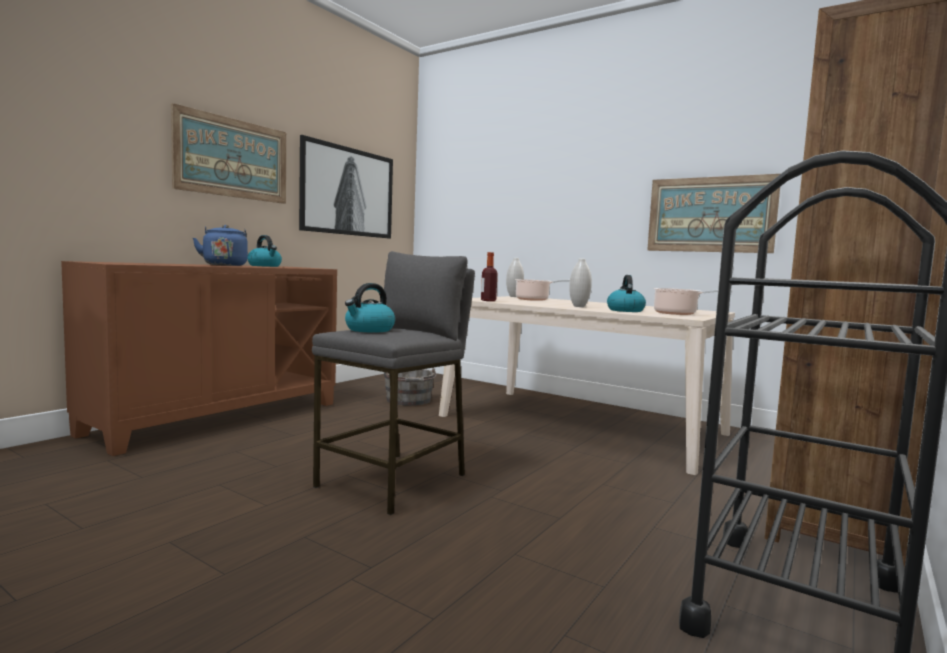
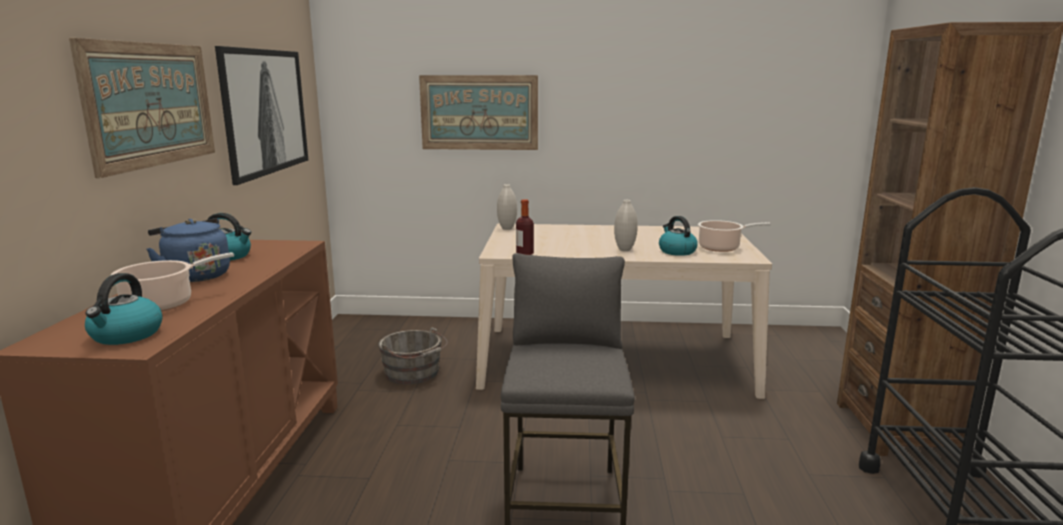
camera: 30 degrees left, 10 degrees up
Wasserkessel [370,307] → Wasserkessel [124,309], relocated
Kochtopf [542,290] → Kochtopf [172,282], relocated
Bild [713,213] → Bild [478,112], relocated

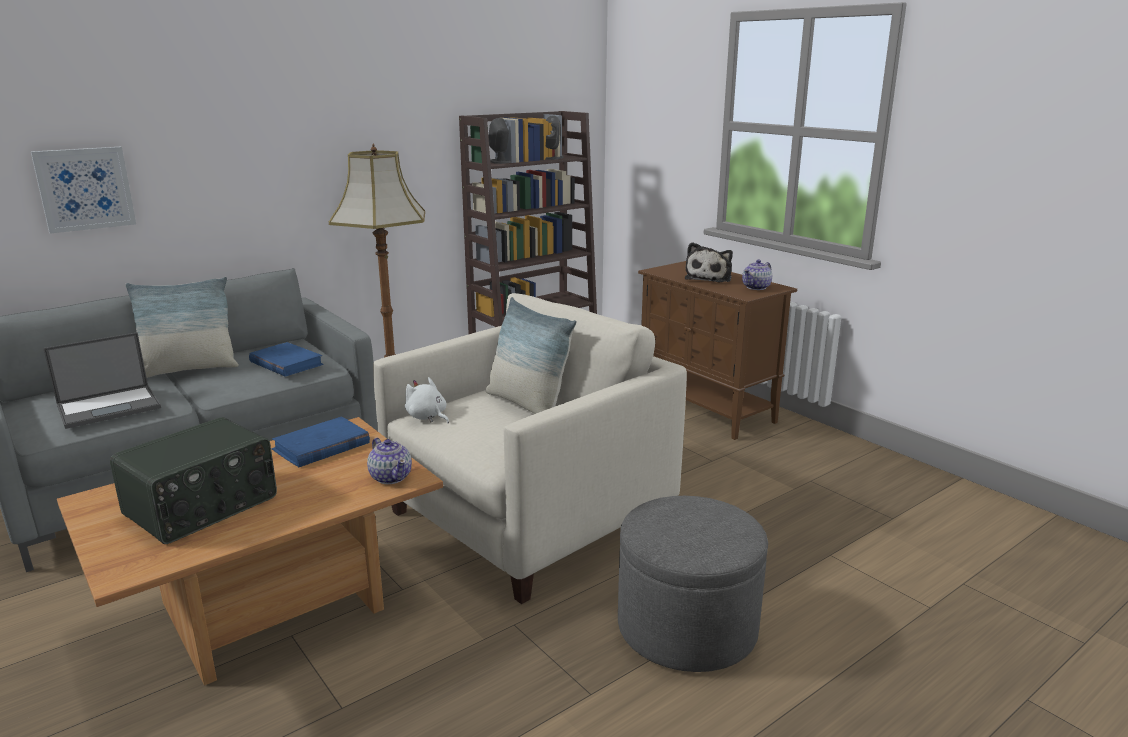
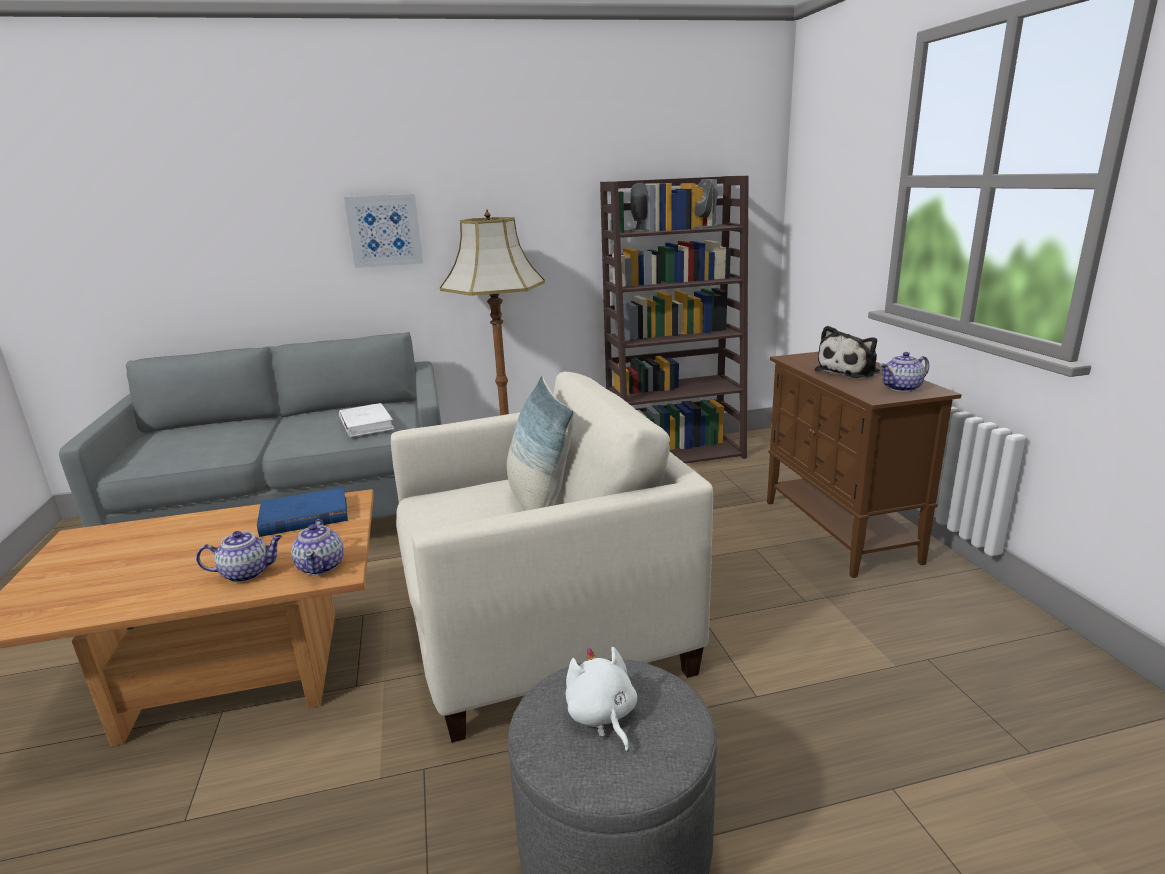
camera: 25 degrees right, 0 degrees up
- → Teekanne [239,557]
Buch (blau) [286,359] → Buch (weiß) [366,420]
Bild [83,190] → Bild [383,231], relocated
Plüschtier (weiß) [427,400] → Plüschtier (weiß) [601,699], relocated
Laptop [102,380] → -
Radio [193,480] → -
Kissen [182,327] → -

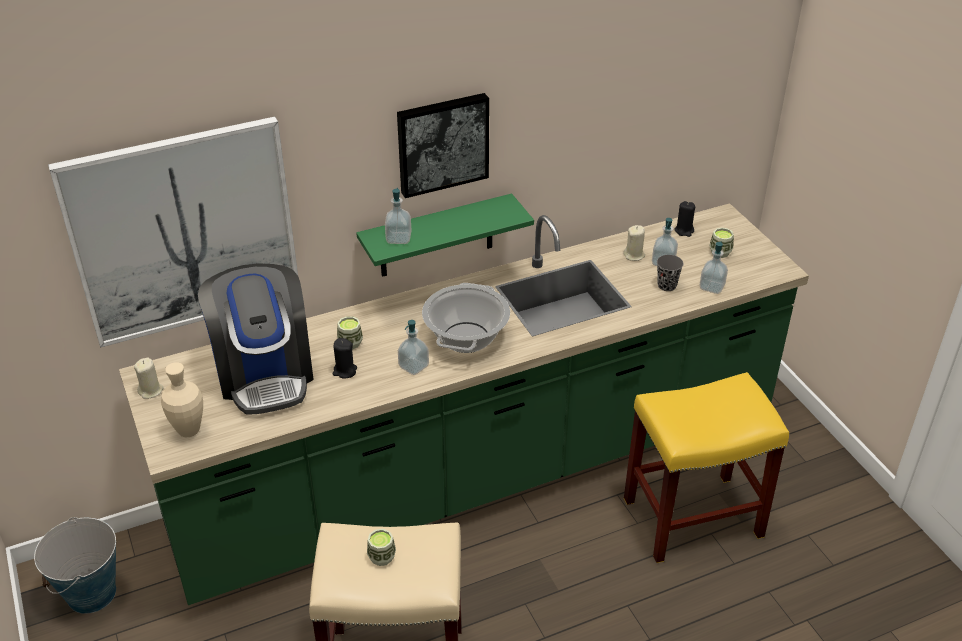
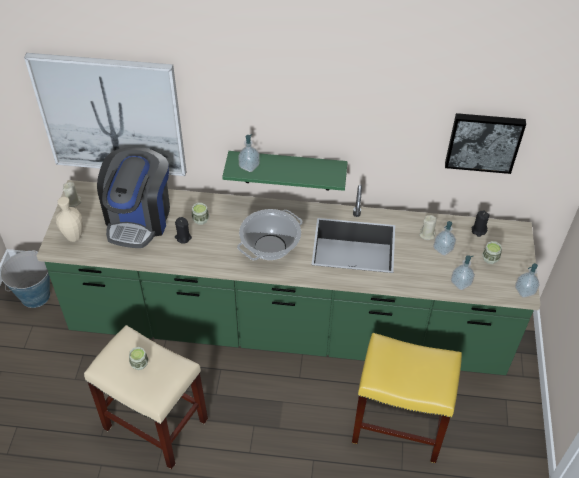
camera: 30 degrees right, 10 degrees up
Bild [443,145] → Bild [485,143], relocated
Seifenspender [413,347] → Seifenspender [527,280], relocated
Tasse (grau) [670,273] → -

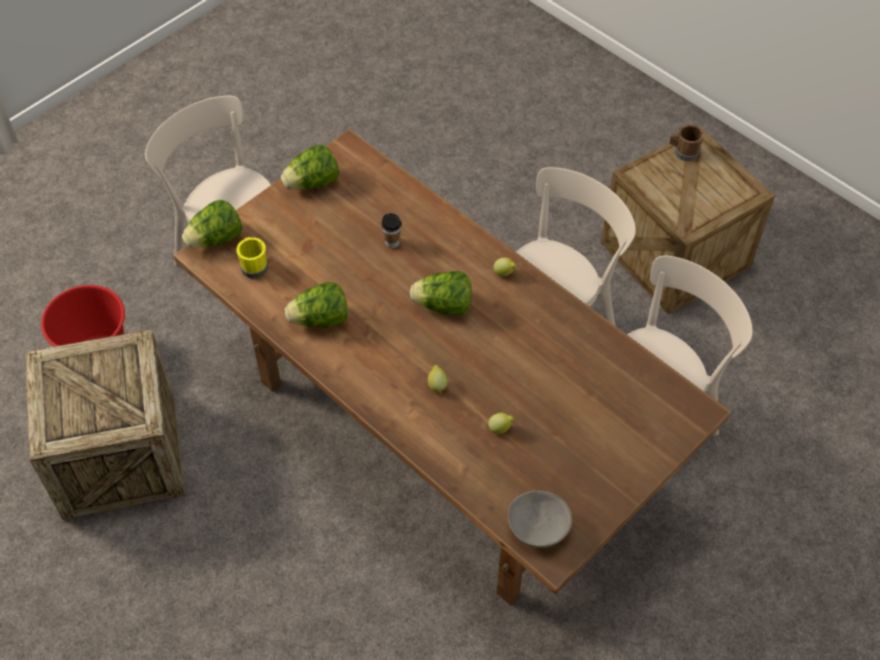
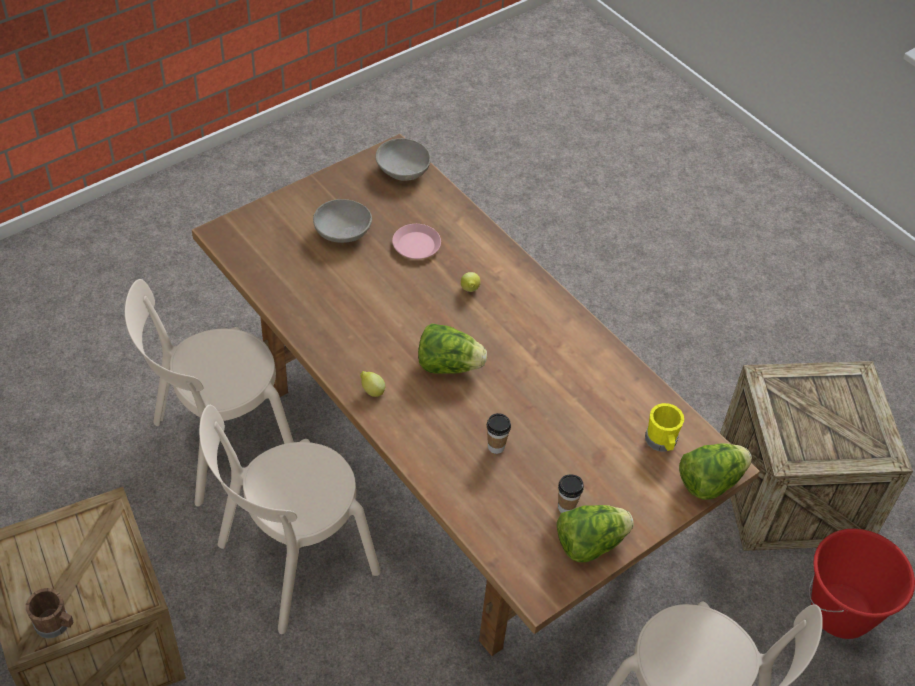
camera: 175 degrees left, 5 degrees down
- → Schüssel (grau) [342,221]
Zitrone [501,423] → Teller (rosa) [416,241]
- → Tasse [571,493]
Salatkopf [316,305] → -

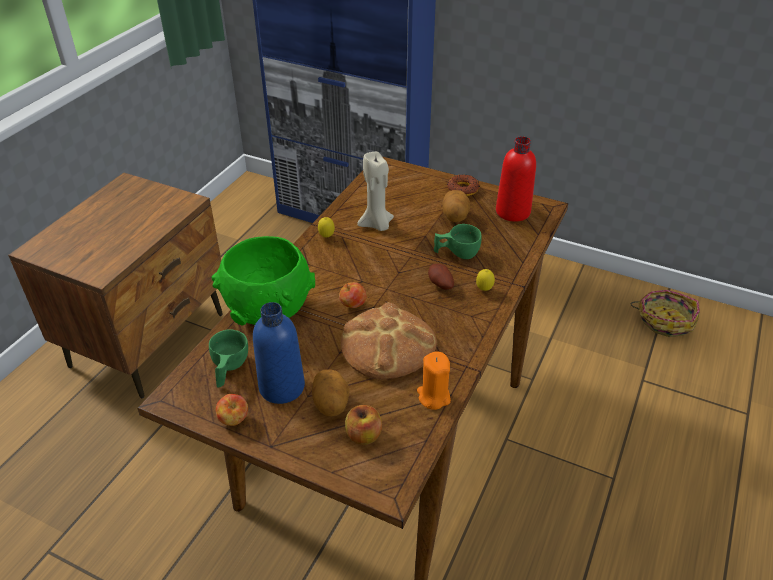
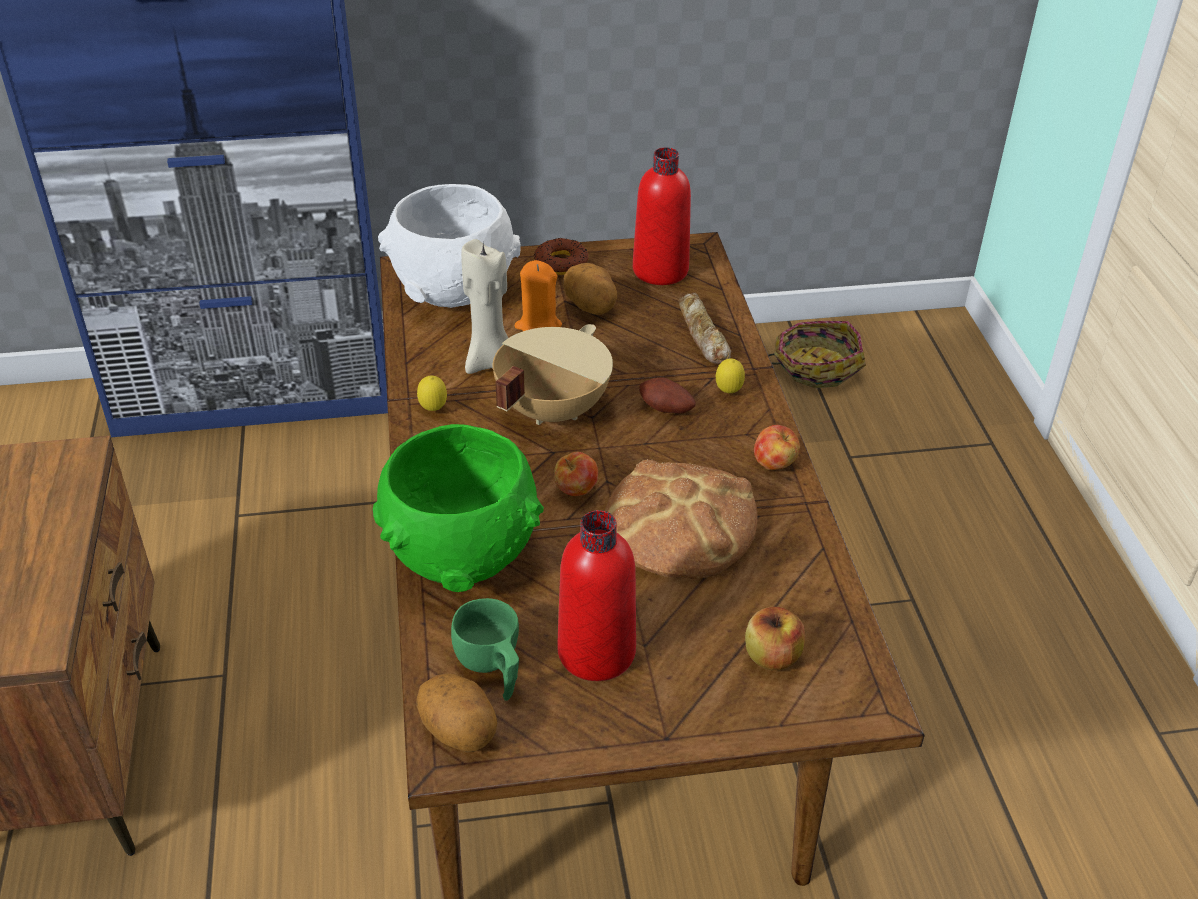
camera: 35 degrees left, 0 degrees up
- → Schüssel (weiß) [449,246]
Kartoffel [330,393] → Kartoffel [456,712], relocated
- → Kochtopf (beige) [553,374]
Kerze (orange) [434,381] → Kerze (orange) [538,295], relocated
Flasche (blau) [279,353] → Flasche (rot) [596,595]
- → Brot [705,328]
Apfel [232,410] → Apfel [777,447], relocated
Tasse (grün) [458,241] → -

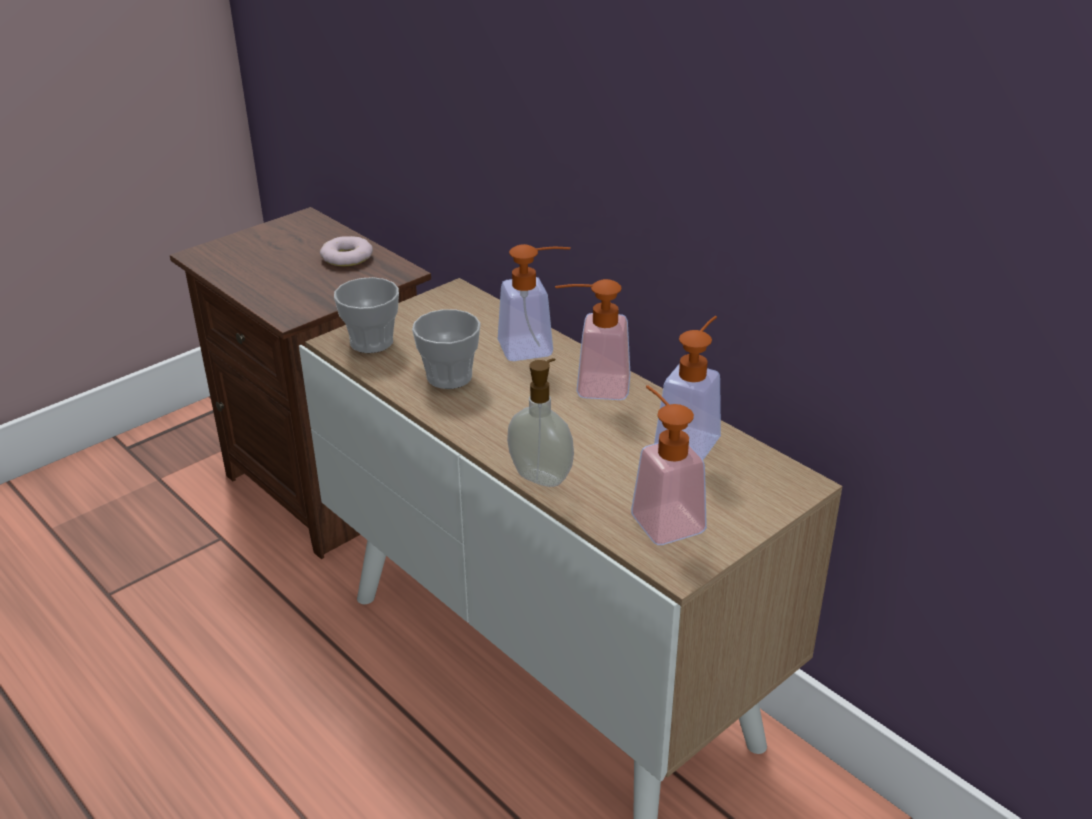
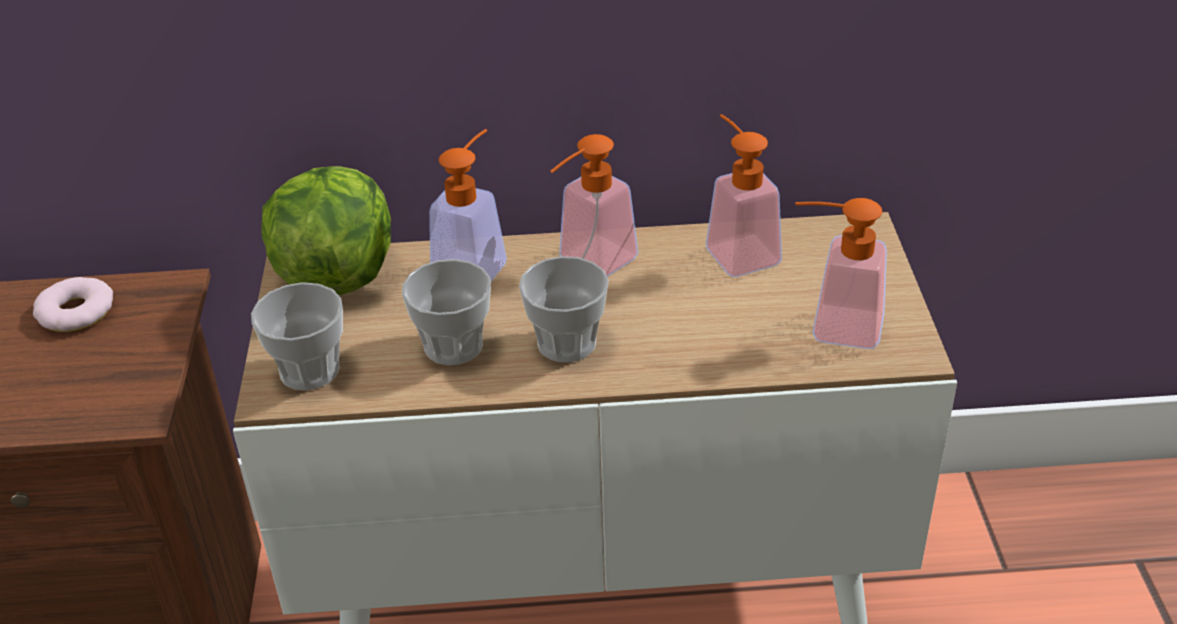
camera: 50 degrees left, 5 degrees up
- → Salatkopf [326,230]
- → Tasse [564,309]
Seifenspender [540,422] → -

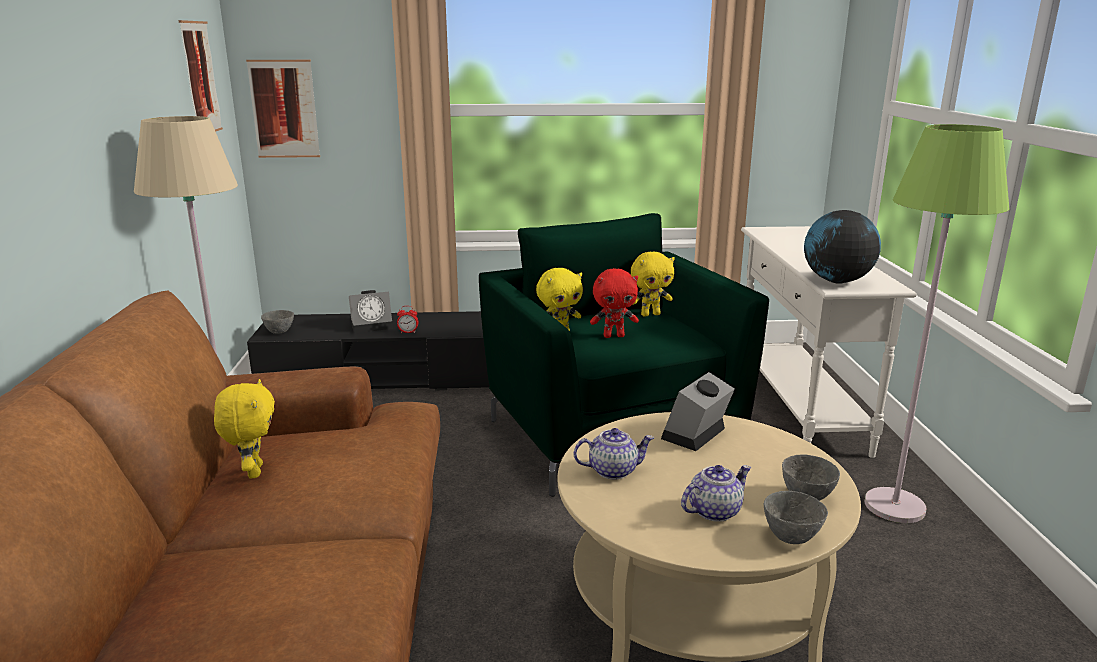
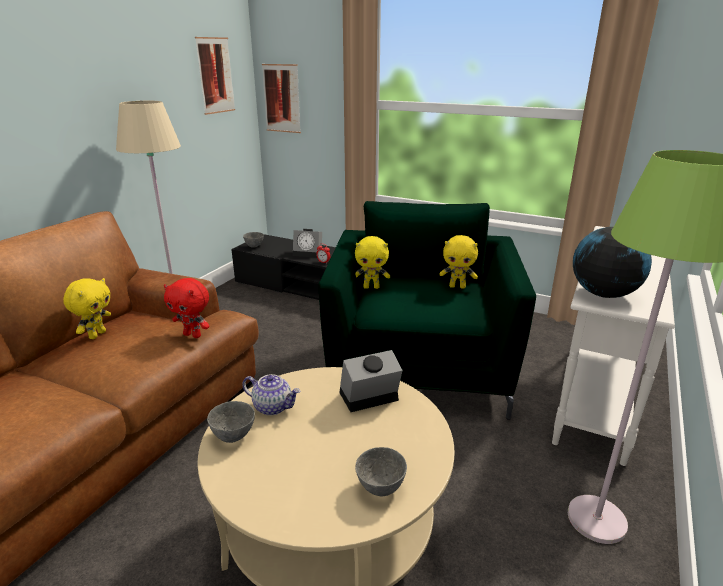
camera: 30 degrees right, 5 degrees up
Plüschtier (rot) [614,303] → Plüschtier (rot) [187,308], relocated
Schüssel (grau) [796,517] → Schüssel (grau) [231,422], relocated
Teekanne [716,493] → -

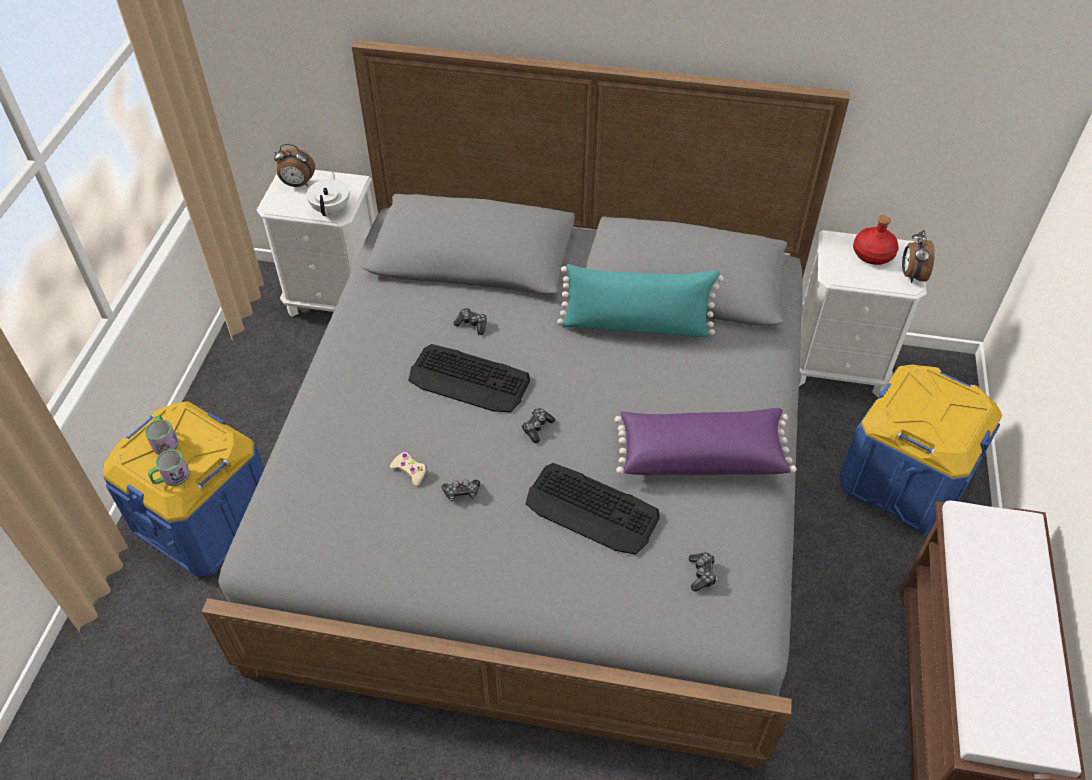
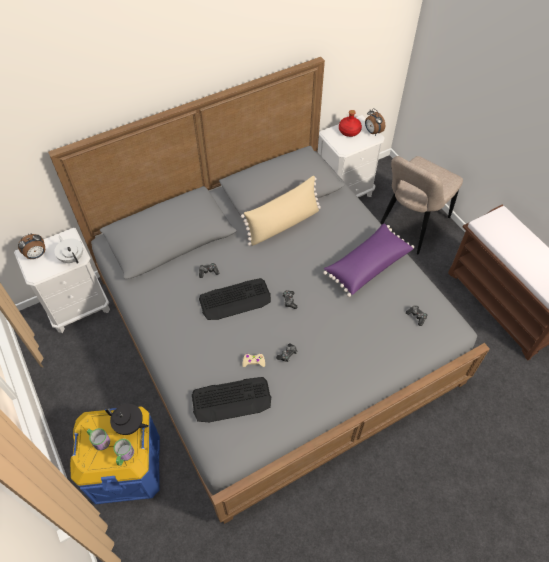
camera: 40 degrees left, 5 degrees up
- → Teekanne (schwarz) [127,419]
Tastatur [592,509] → Tastatur [231,400], relocated
Kissen (türkis) [640,301] → Kissen (beige) [281,211]
Aufbewahrungsbox (blau) [921,450] → Stuhl (beige) [421,205]

